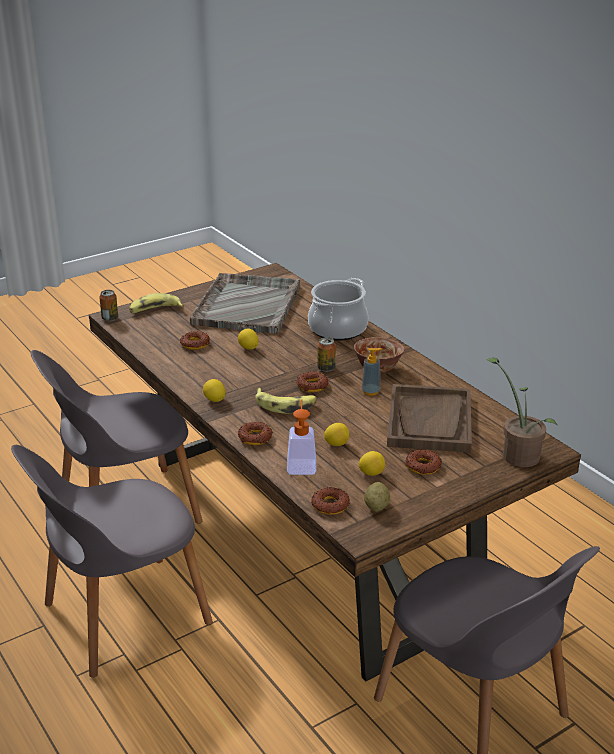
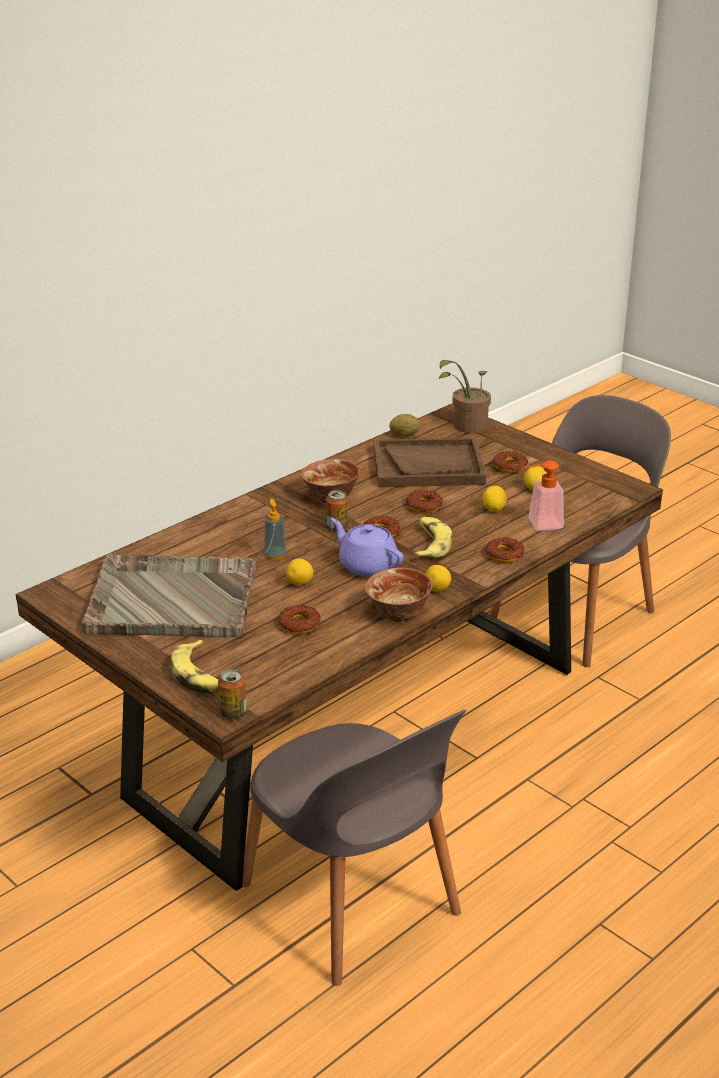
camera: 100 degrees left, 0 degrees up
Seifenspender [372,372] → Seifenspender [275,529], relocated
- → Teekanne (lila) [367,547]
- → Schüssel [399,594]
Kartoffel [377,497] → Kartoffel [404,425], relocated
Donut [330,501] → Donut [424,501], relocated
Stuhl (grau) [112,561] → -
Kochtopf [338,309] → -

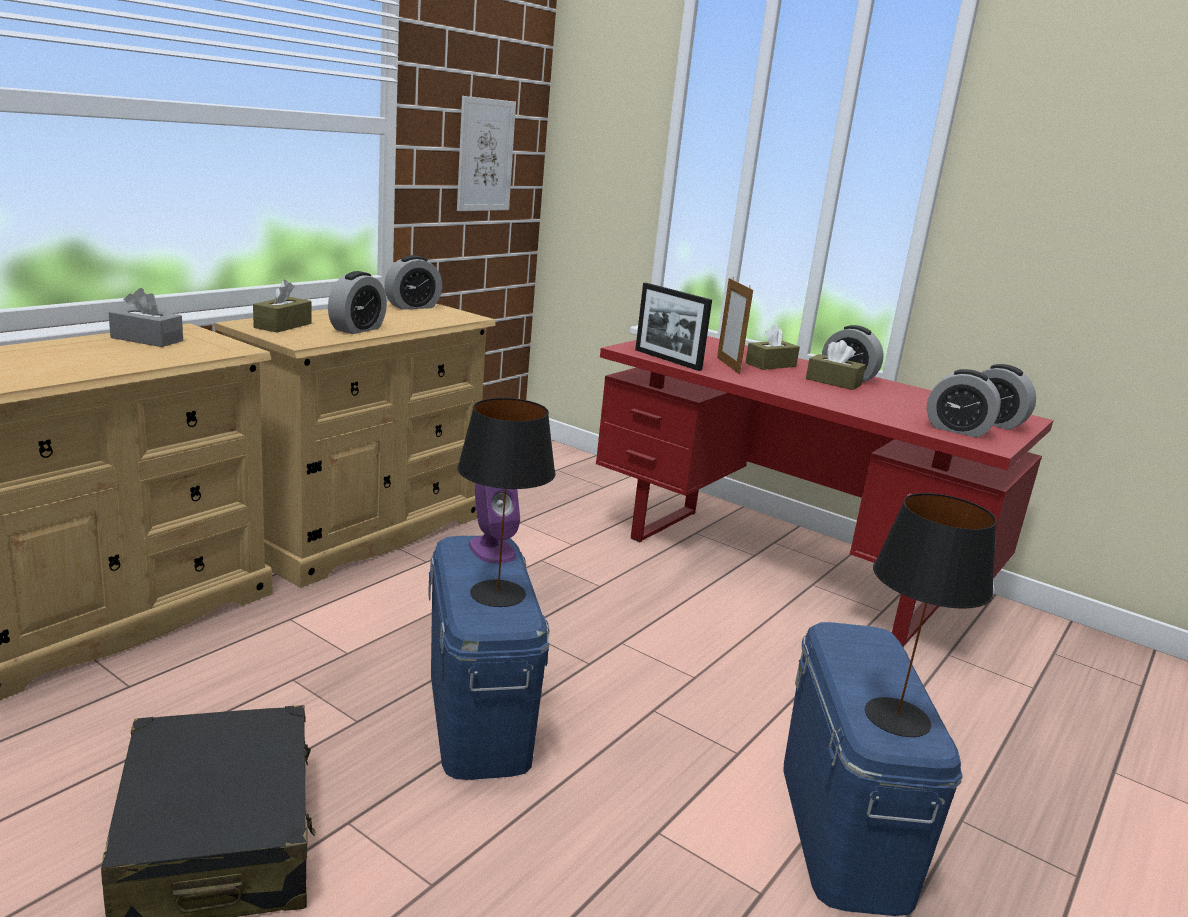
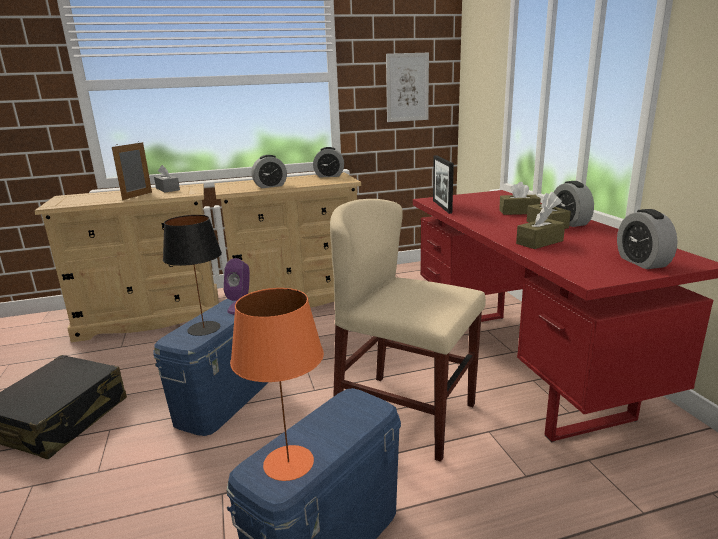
camera: 40 degrees right, 0 degrees up
Bilderrahmen [735,326] → Bilderrahmen [132,171], relocated
Tischlampe (schwarz) [931,615] → Tischlampe (orange) [277,384]
- → Stuhl (beige) [408,330]
Taschentuchbox (braun) [282,306] → Taschentuchbox (braun) [540,227], relocated
Wecker [964,403] → -

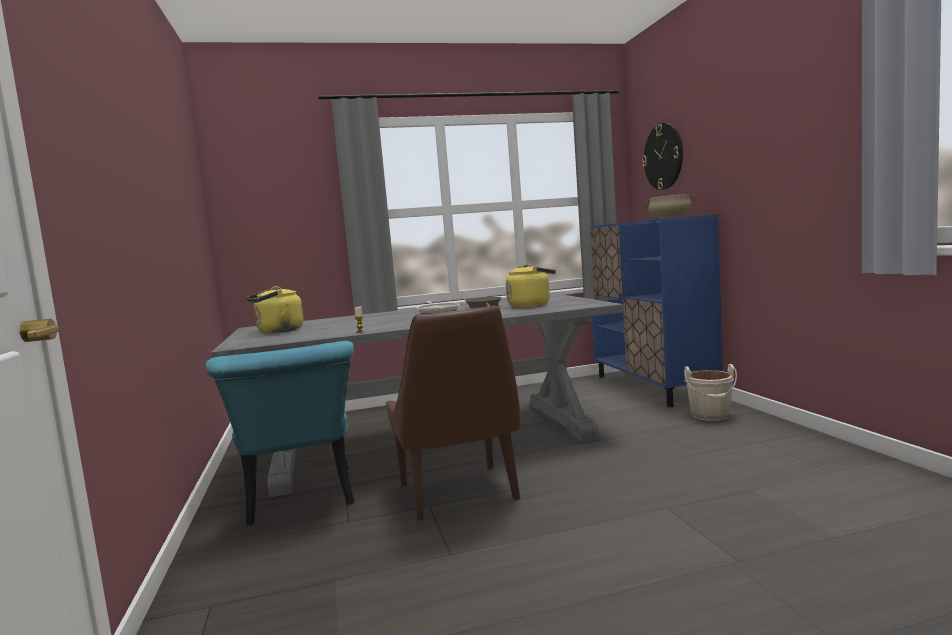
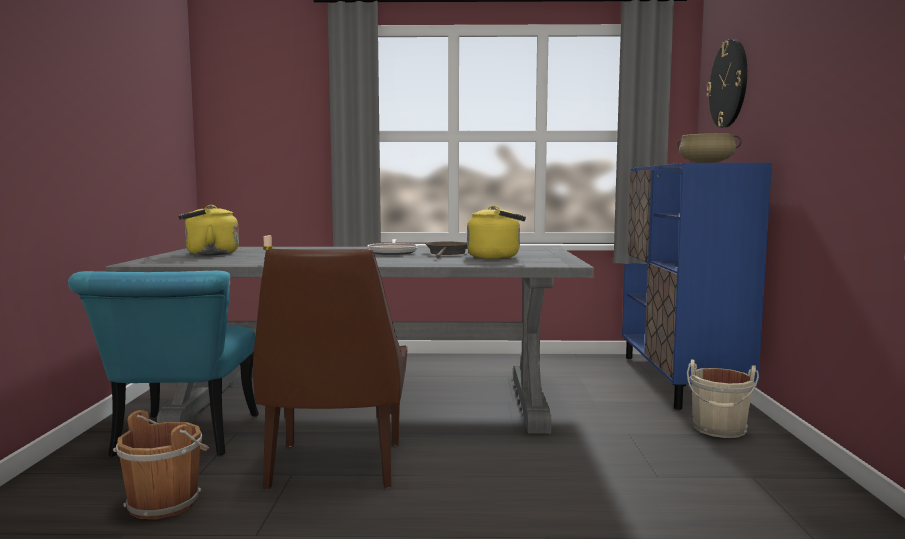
camera: 15 degrees right, 0 degrees up
- → Eimer (braun) [161,464]

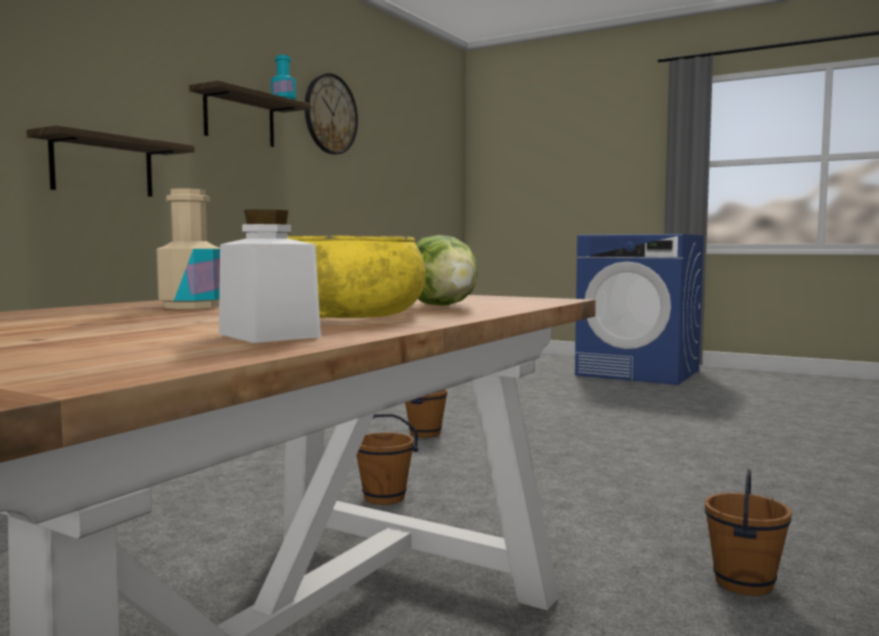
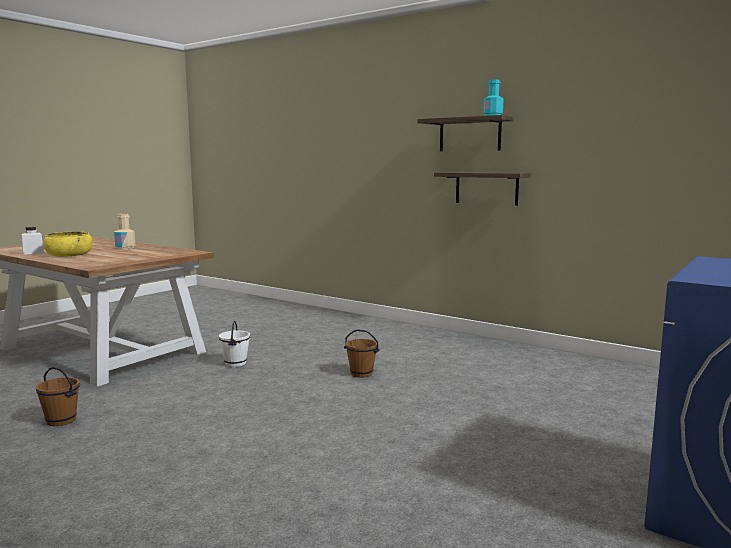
camera: 95 degrees right, 5 degrees up
Eimer (braun) [387,459] → Eimer (weiß) [234,344]
Wandregal [111,161] → Wandregal [482,189], relocated
Wanduhr [331,114] → -
Salatkopf [446,270] → -

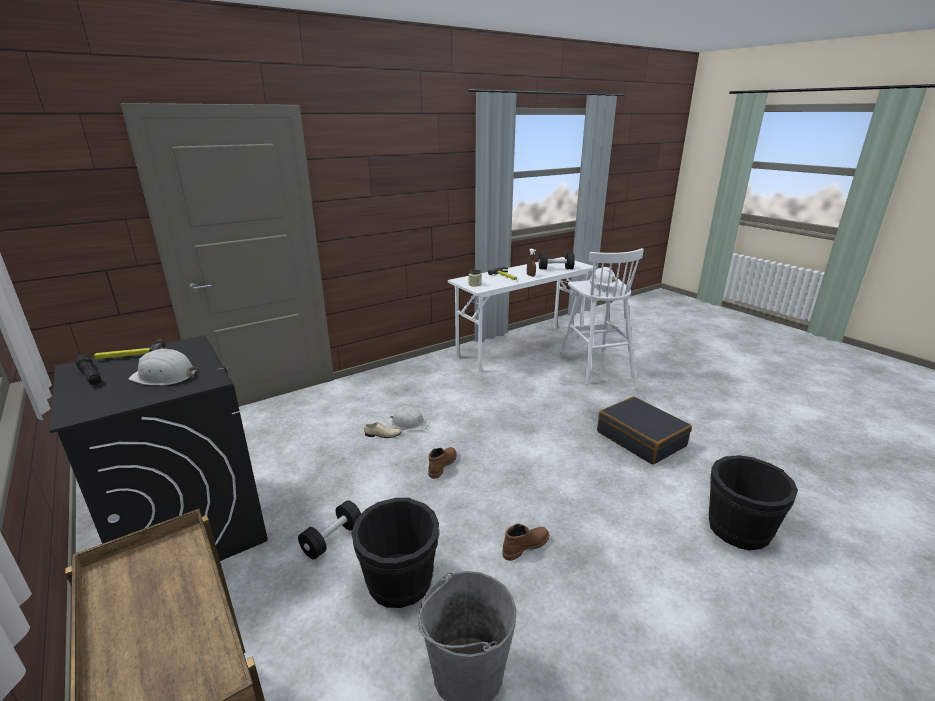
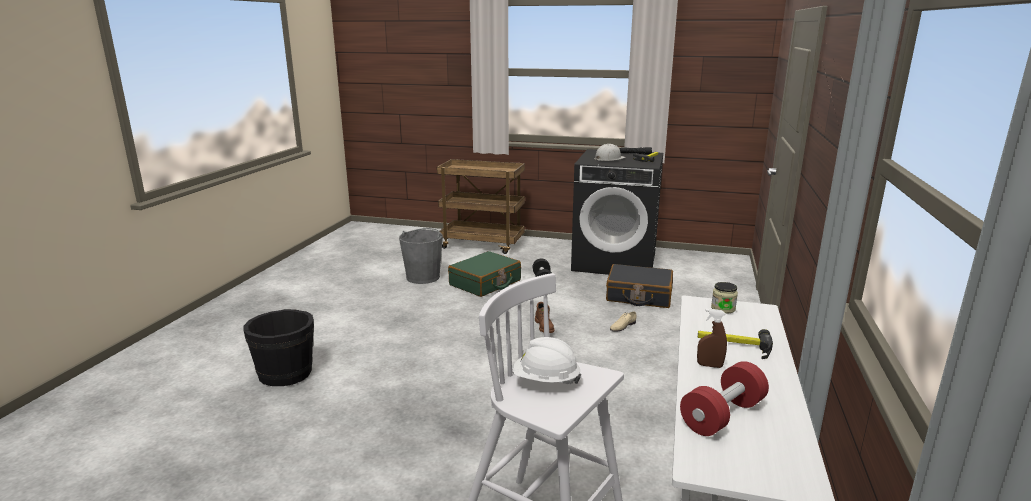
camera: 140 degrees right, 5 degrees down
Eimer (schwarz) [395,553] → Koffer (grün) [484,274]
Koffer (schwarz) [644,430] → Koffer (schwarz) [639,286], relocated
Hantel (schwarz) [557,261] → Hantel (rot) [724,398]
Schutzhelm (weiß) [410,418] → -
Stiefel (braun) [526,542] → -

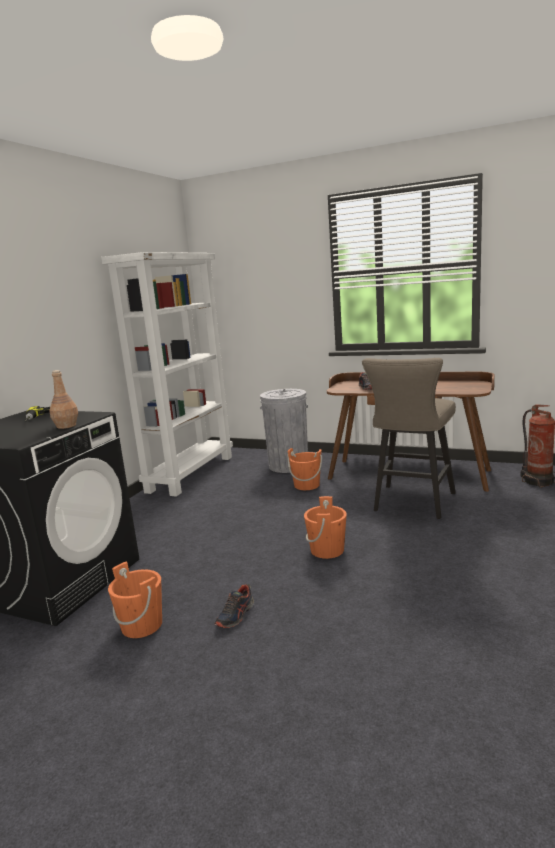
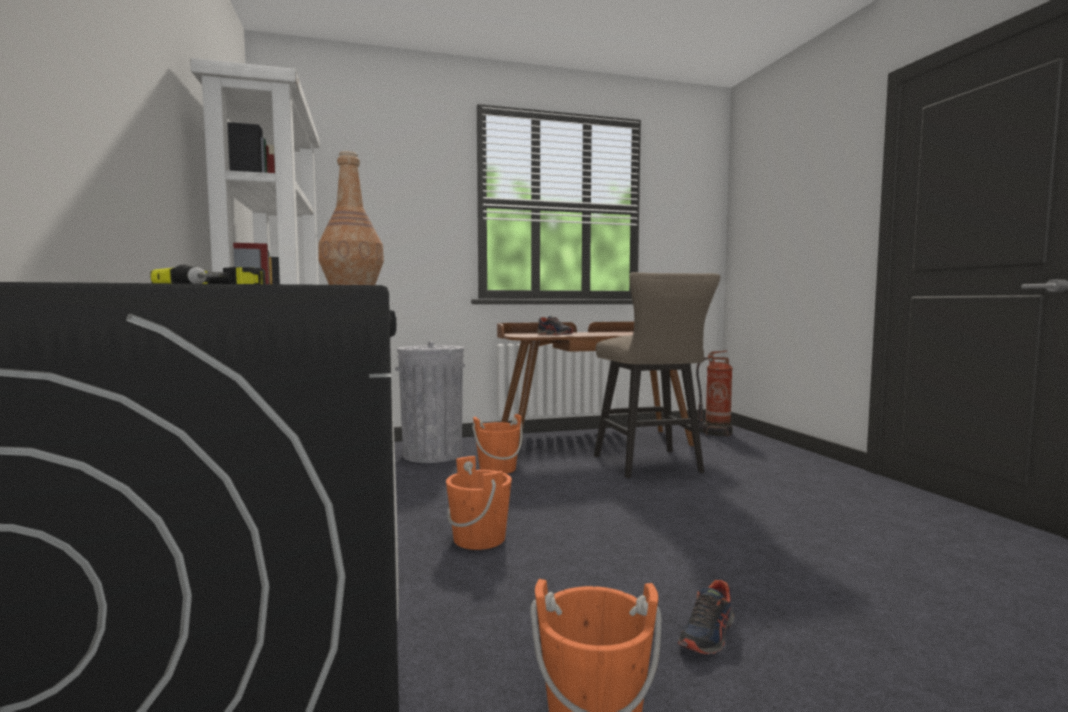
camera: 40 degrees left, 10 degrees down
Eimer (orange) [325,527] → Eimer (orange) [479,503], relocated
Schuh [234,606] → Schuh [706,617], 45 degrees clockwise

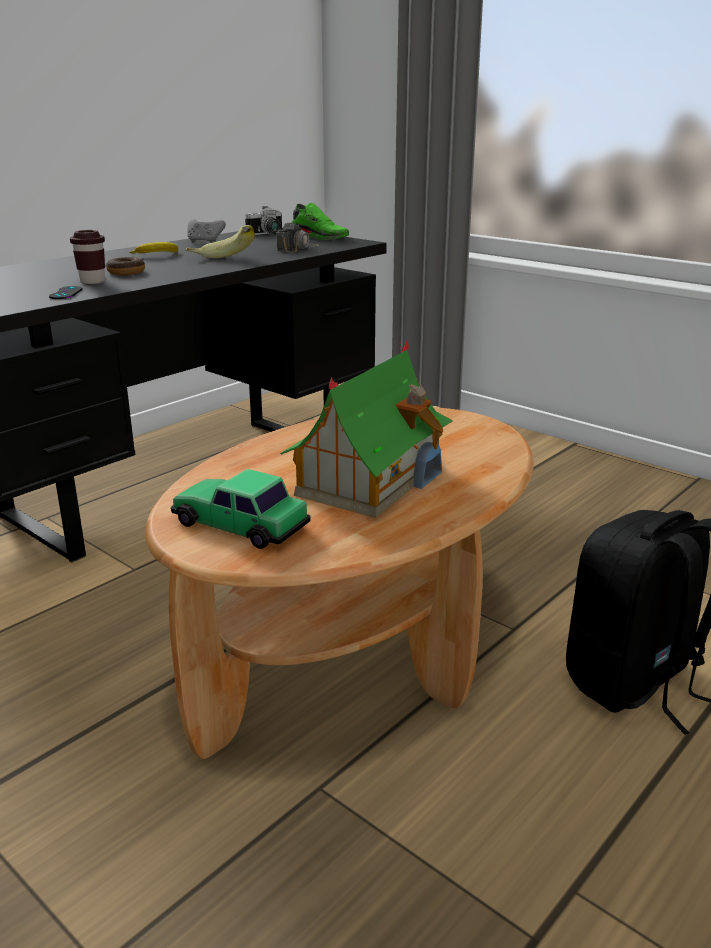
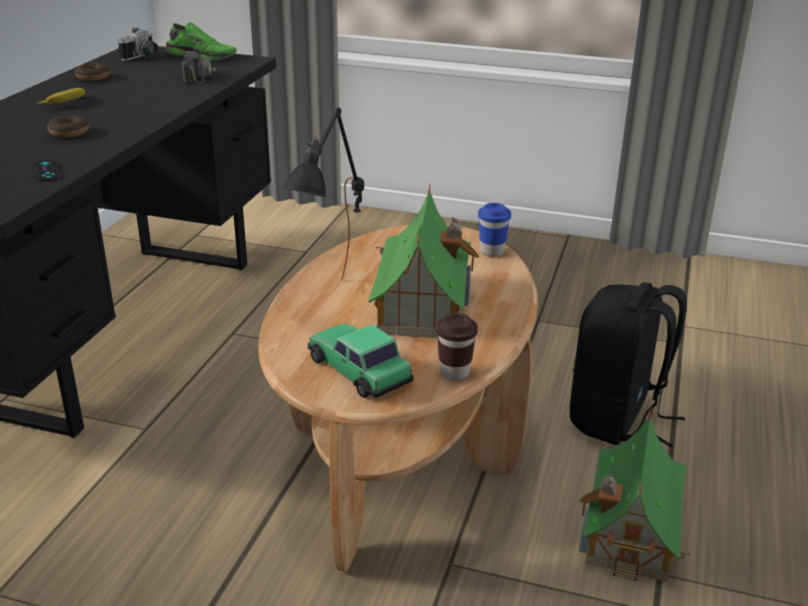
camera: 25 degrees left, 5 degrees up
Gamepad (grau) [206,231] → Donut [92,72]
- → Tischlampe (schwarz) [323,193]
Spielzeugauto [241,509] → Spielzeugauto [361,360], 45 degrees clockwise
Tasse (braun) [87,257] → Tasse (braun) [457,346], relocated
- → Tasse (blau) [494,230]
- → Spielzeughaus [634,496]
Banane [220,241] → -

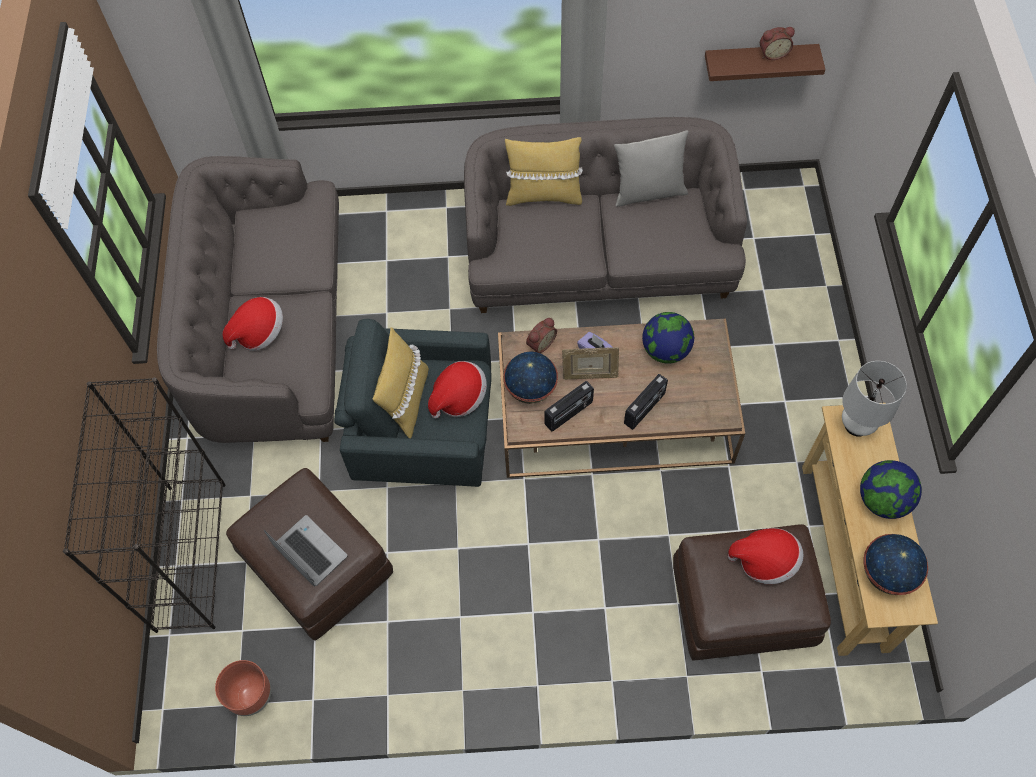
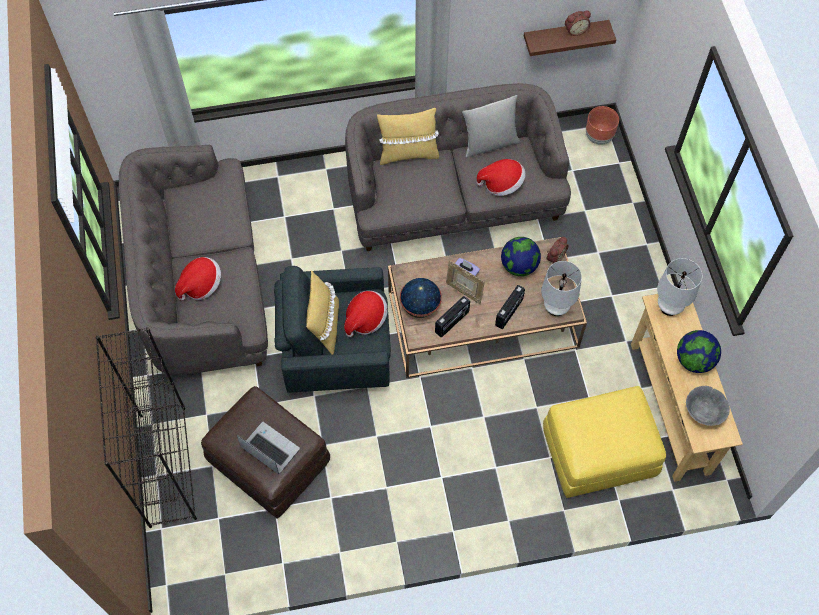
camera: 10 degrees left, 0 degrees up
Bilderrahmen [590,363] → Bilderrahmen [465,282], 45 degrees clockwise
Hut [766,556] → Hut [501,177], relocated
- → Tischlampe (weiß) [561,288]
Polsterhocker (braun) [752,592] → Polsterhocker (gelb) [604,442]
Wecker [541,335] → Wecker [558,250], relocated
Pflanzkübel (braun) [243,688] → Pflanzkübel (braun) [602,125], relocated
Globus [896,564] → Schüssel (grau) [708,406]

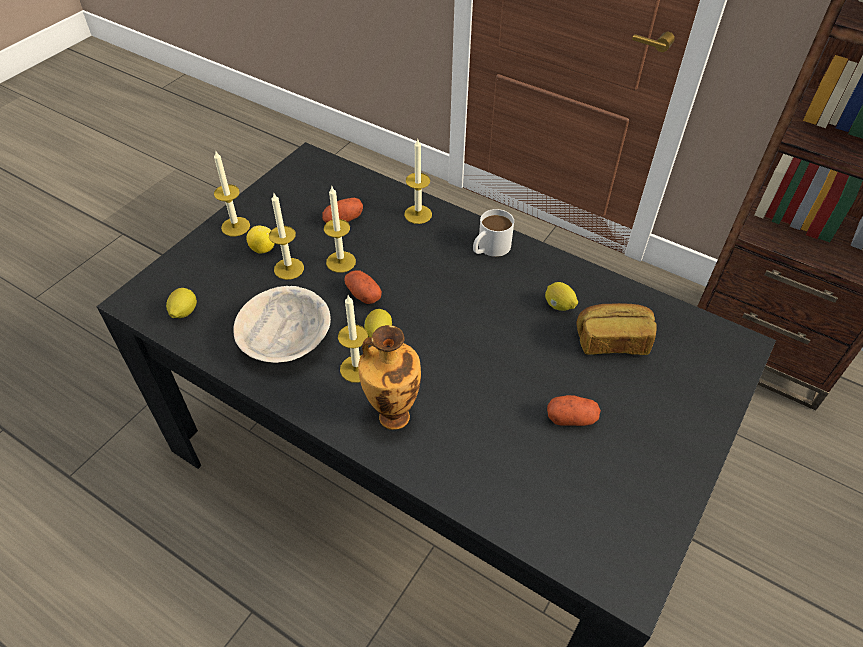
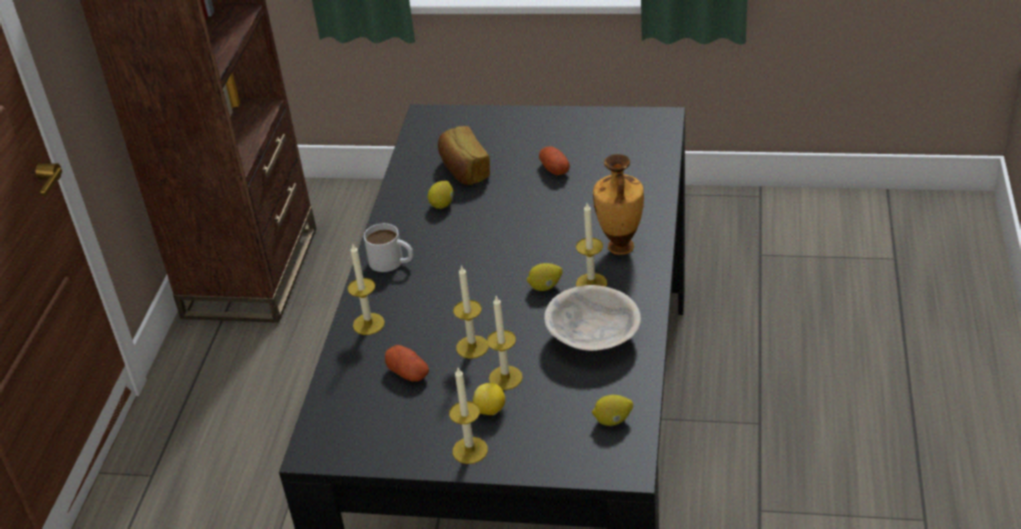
camera: 110 degrees left, 10 degrees down
Kartoffel [363,287] → -

